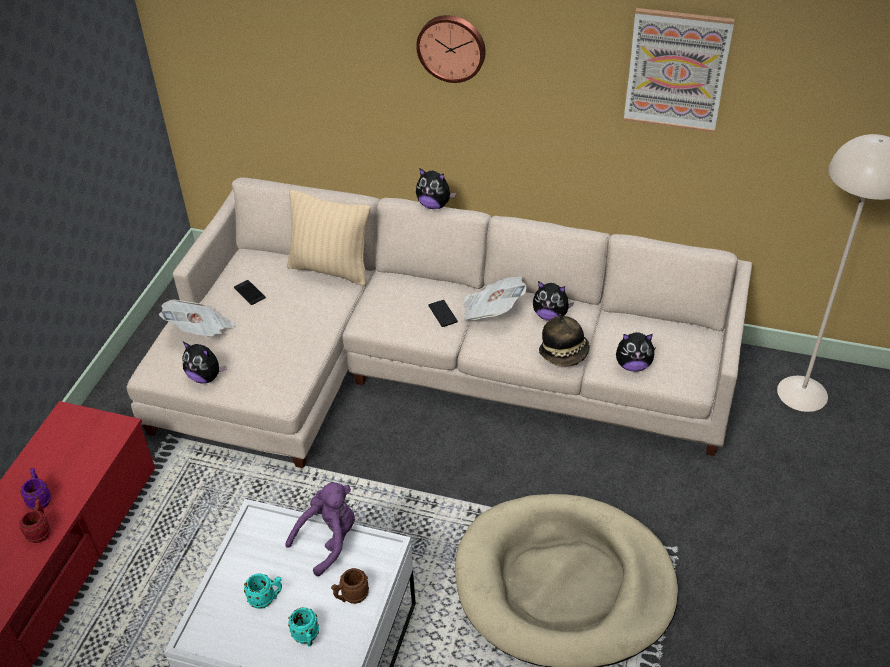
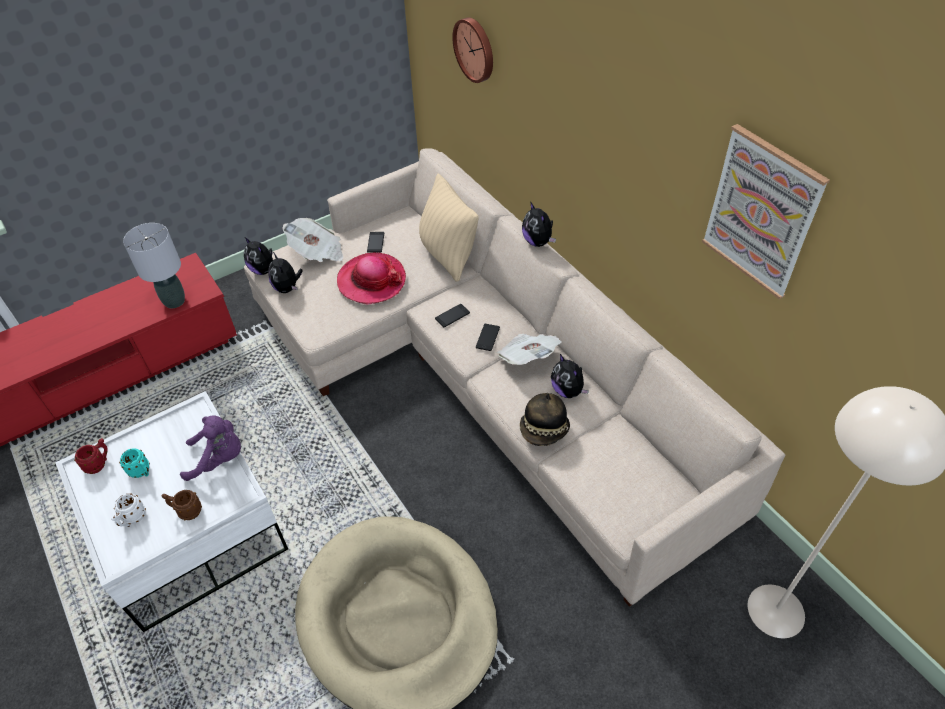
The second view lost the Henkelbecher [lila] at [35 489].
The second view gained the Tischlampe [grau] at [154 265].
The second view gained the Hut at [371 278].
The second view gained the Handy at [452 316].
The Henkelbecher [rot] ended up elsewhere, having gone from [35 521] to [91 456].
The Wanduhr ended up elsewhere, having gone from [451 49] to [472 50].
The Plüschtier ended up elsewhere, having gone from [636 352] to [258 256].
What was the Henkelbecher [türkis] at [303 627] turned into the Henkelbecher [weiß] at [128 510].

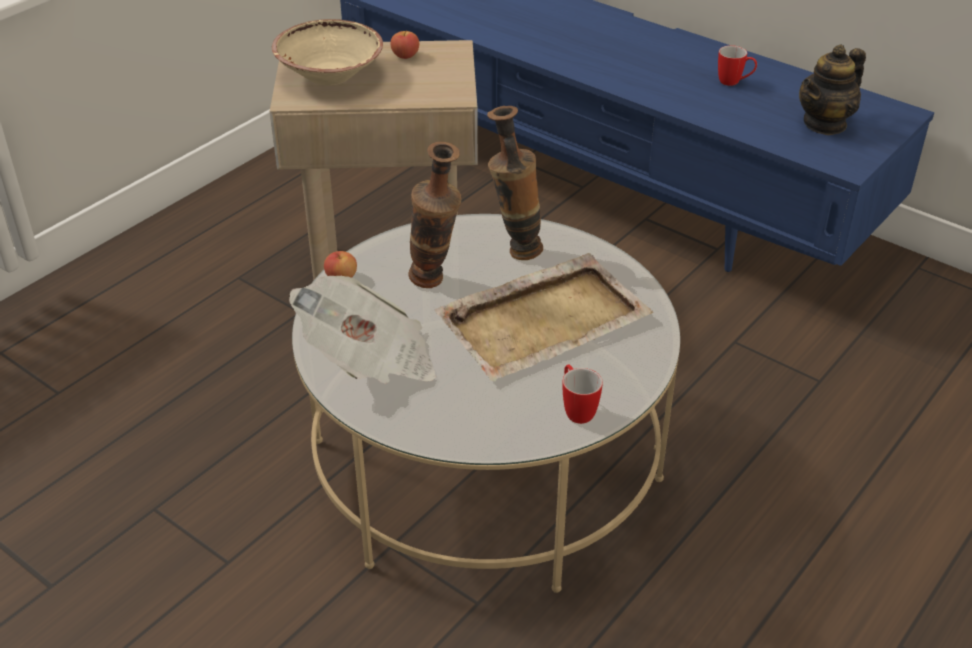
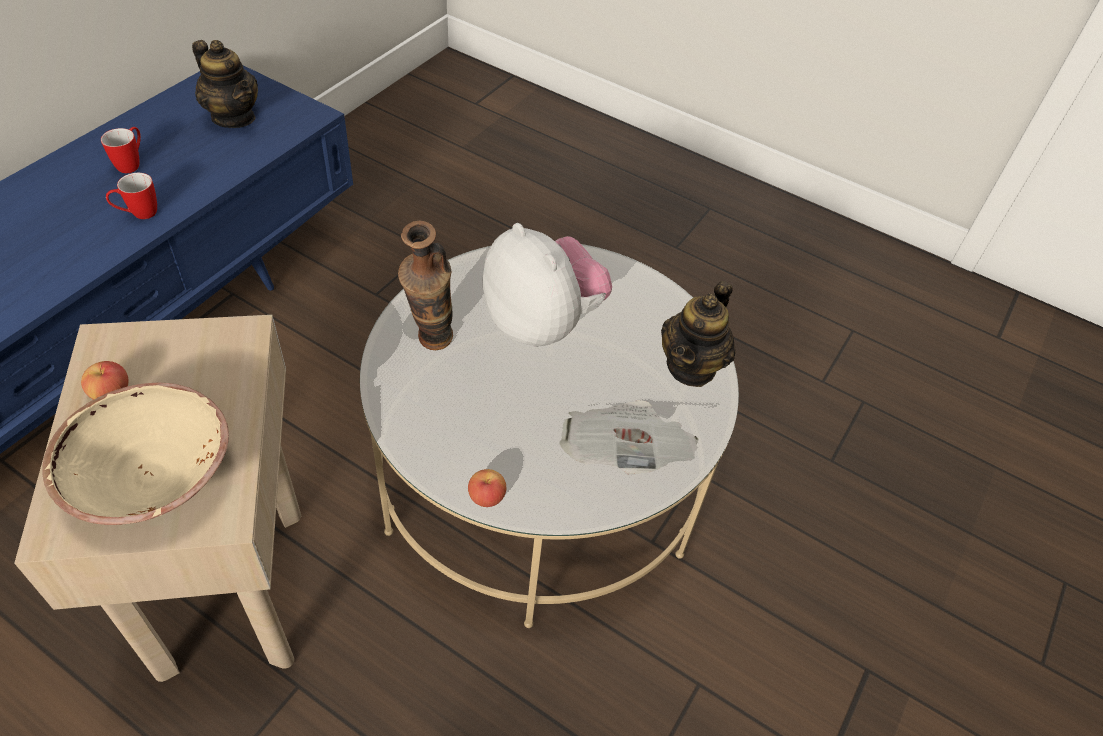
The second view lost the Vase at [435 215].
The second view gained the Teekanne at [698 334].
The Henkelbecher ended up elsewhere, having gone from [582 394] to [131 196].
Where the Tablett [beige] stood at [543 317], the Plüschtier came to stand at [547 284].

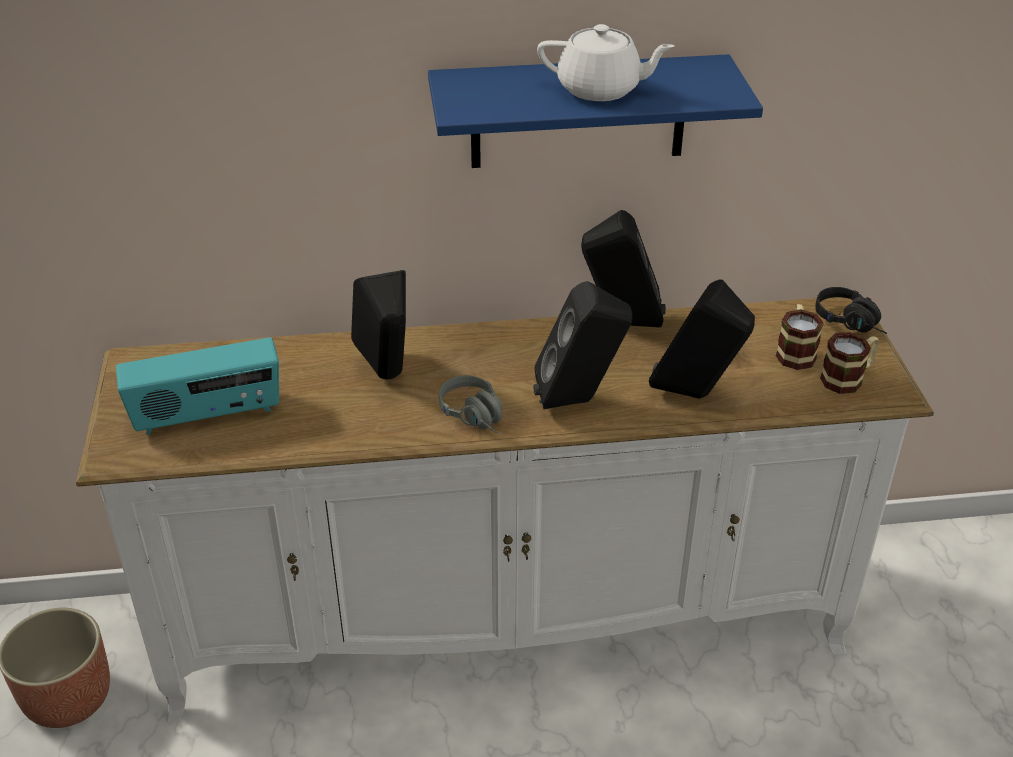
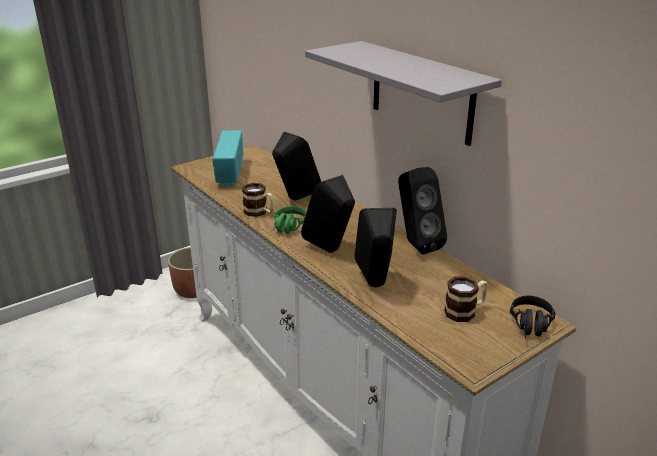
The second view lost the Teekanne [weiß] at [605 62].
The Henkelbecher ended up elsewhere, having gone from [849 363] to [258 200].
What was the Wandregal [blau] at [595 111] turned into the Wandregal [grau] at [403 93].
What was the Kopfhörer [grau] at [470 404] turned into the Kopfhörer [grün] at [288 220].
The Radio at [197 386] ended up facing another way, 45 degrees clockwise from before.

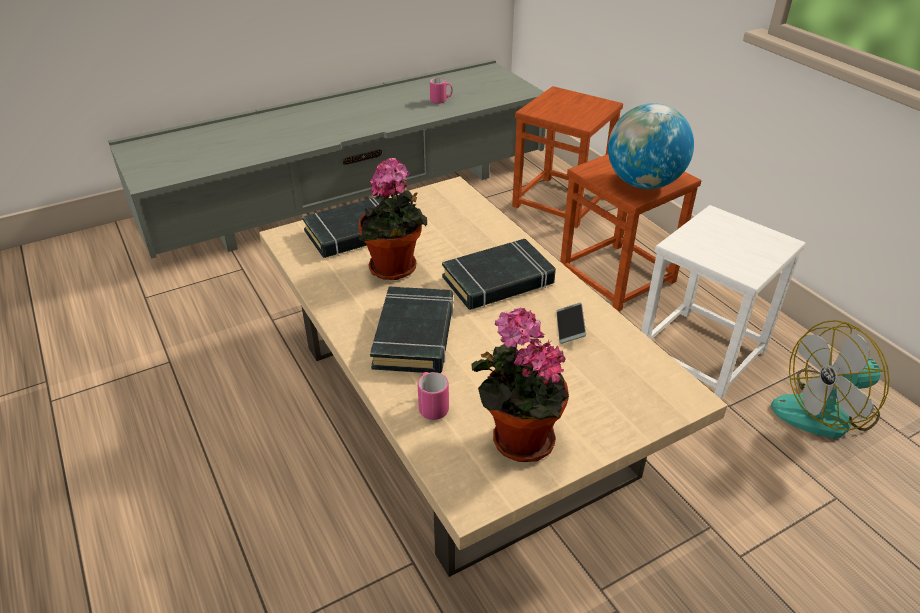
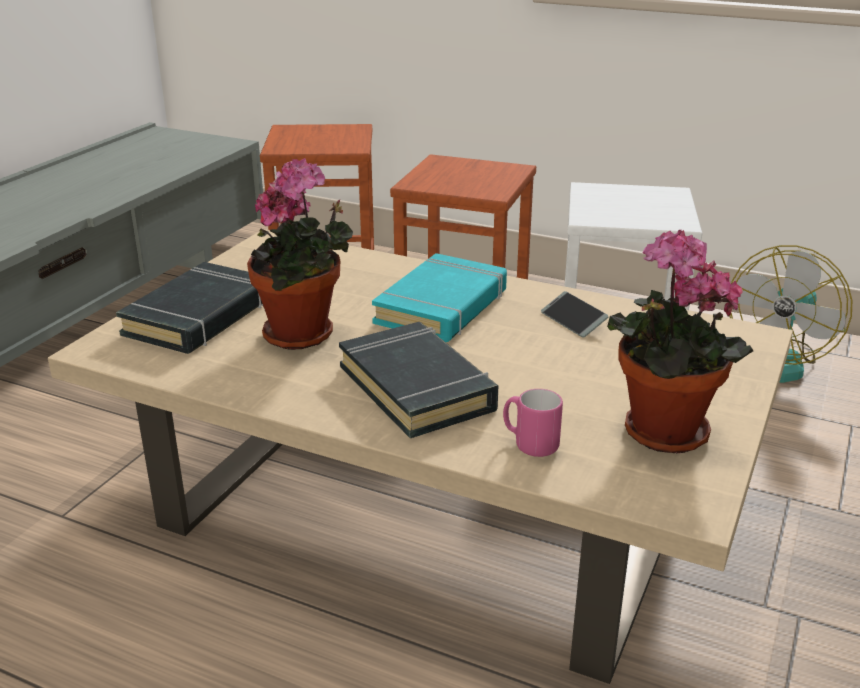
The second view lost the Henkelbecher [rosa] at [441 91].
The second view lost the Globus at [651 146].
What was the Buch [schwarz] at [499 274] turned into the Buch [türkis] at [439 297].

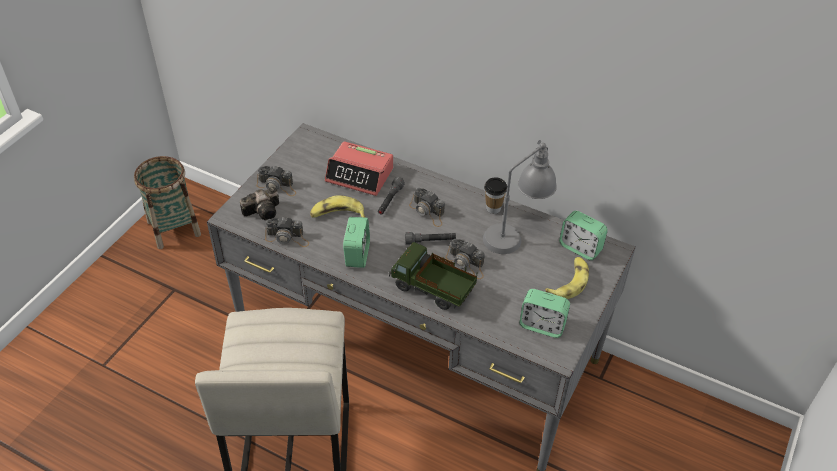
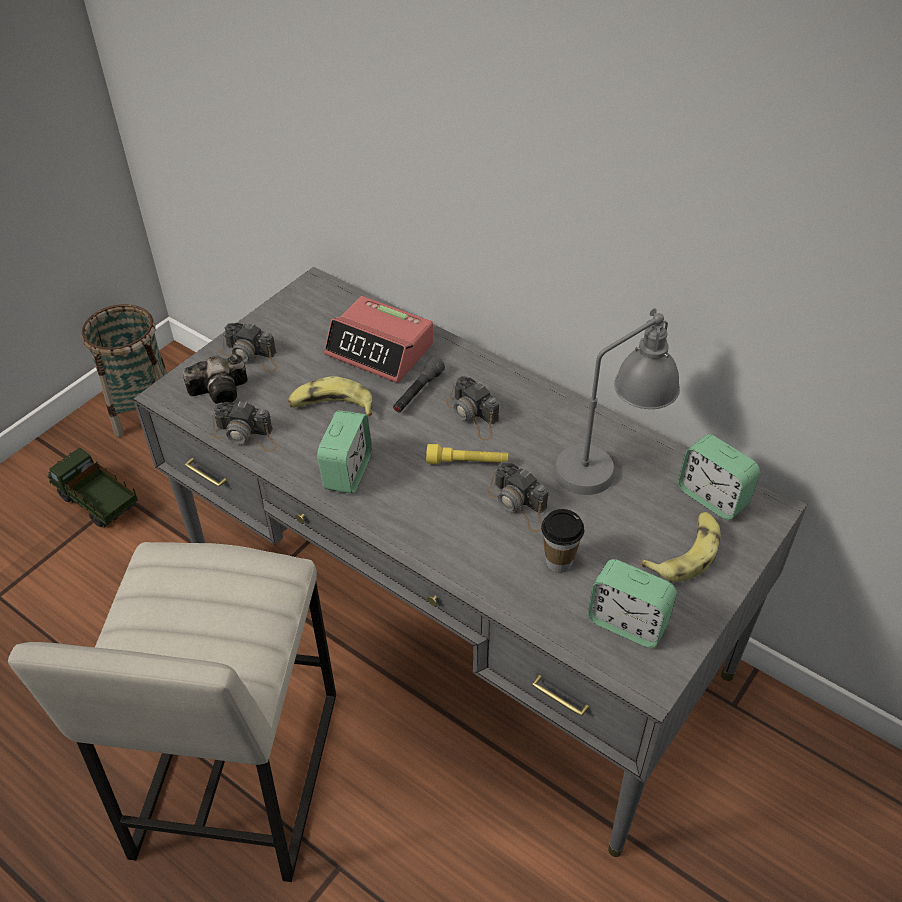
The Spielzeuglaster ended up elsewhere, having gone from [433 276] to [93 487].
The Tasse ended up elsewhere, having gone from [495 195] to [562 541].
What was the Taschenlampe [grau] at [430 238] turned into the Taschenlampe [gelb] at [467 454].

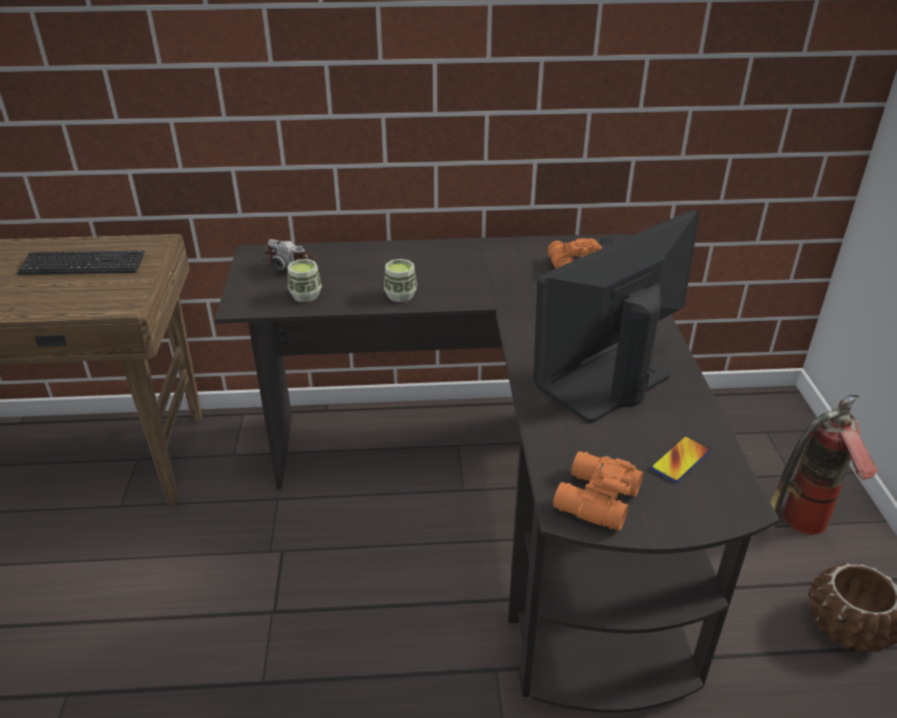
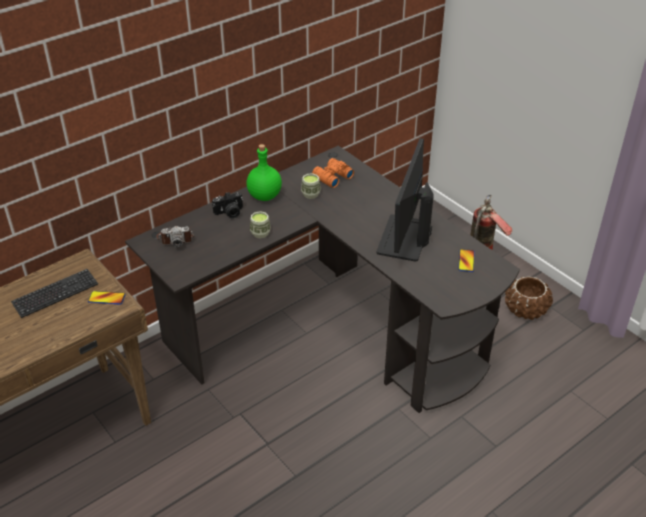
The second view lost the Fernglas [orange] at [598 491].
The second view gained the Handy at [107 298].
The second view gained the Kamera at [227 205].
The second view gained the Flasche [grün] at [264 172].
The Tasse ended up elsewhere, having gone from [304 280] to [311 186].

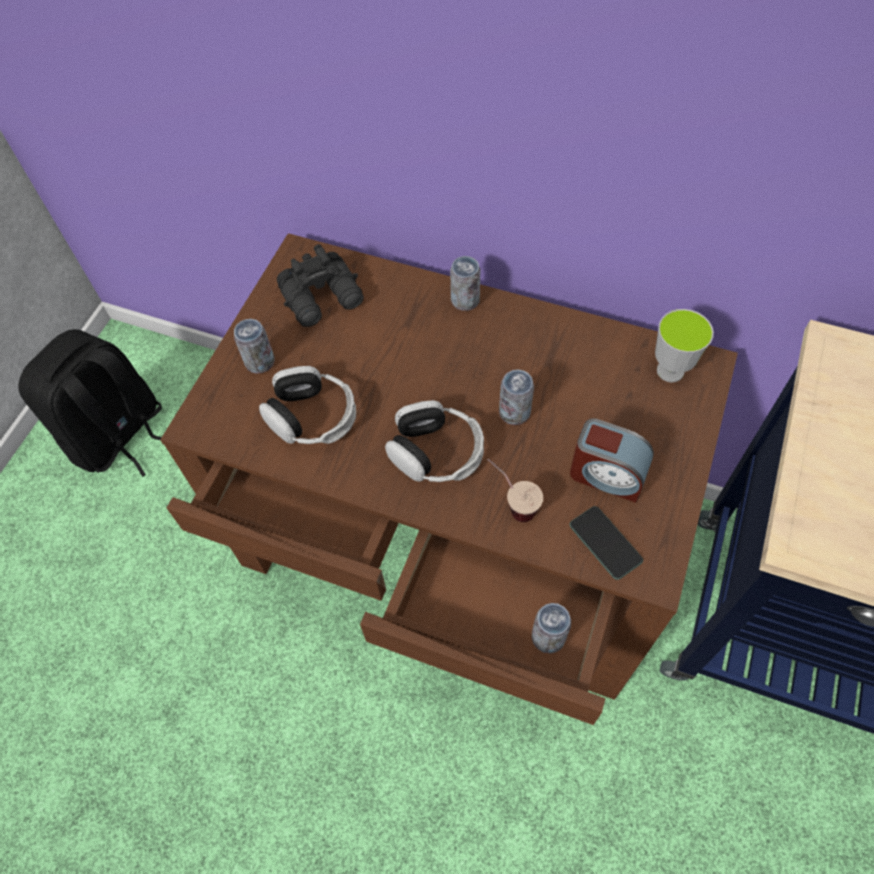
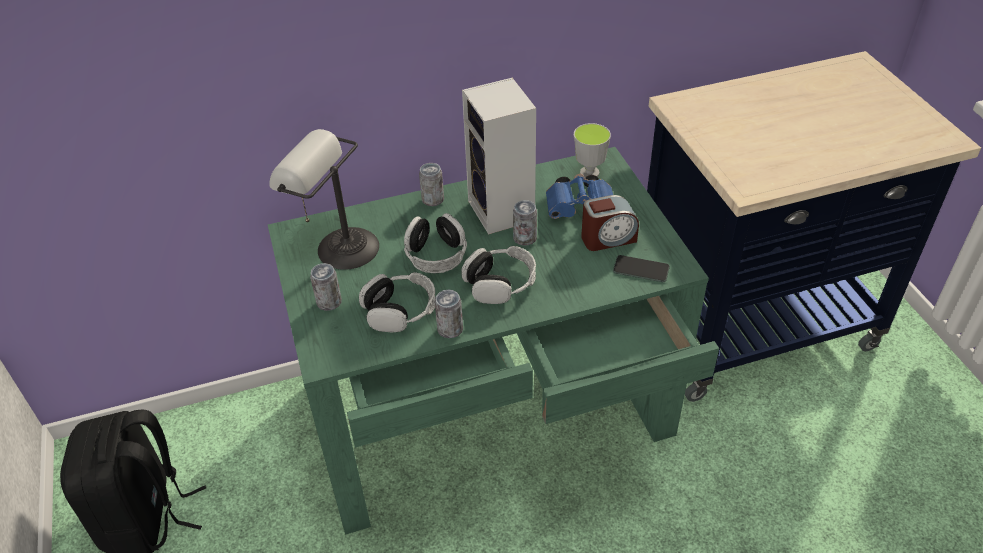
The second view lost the Tasse at [515 490].
The second view gained the Kopfhörer at [435 243].
The second view gained the Lautsprecher at [499 156].
The second view gained the Fernglas [blau] at [579 196].
The Dose ended up elsewhere, having gone from [551 628] to [449 314].
Where the Fernglas [schwarz] stood at [320 285], the Tischlampe came to stand at [324 199].
What was the Schreibtisch [braun] at [449 479] turned into the Schreibtisch [grün] at [493 341].

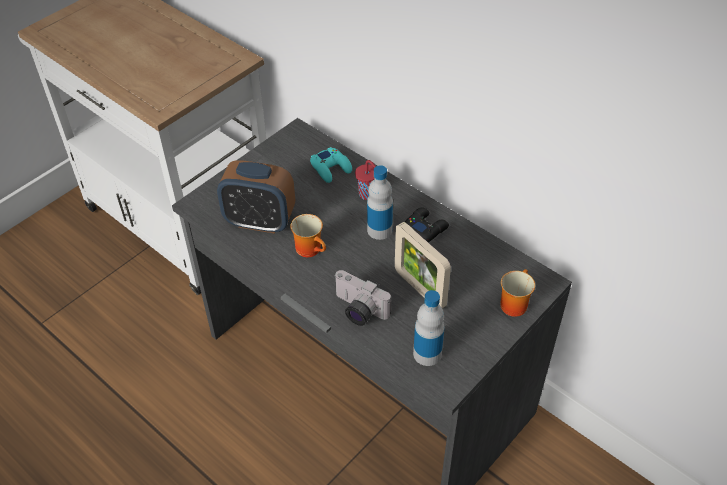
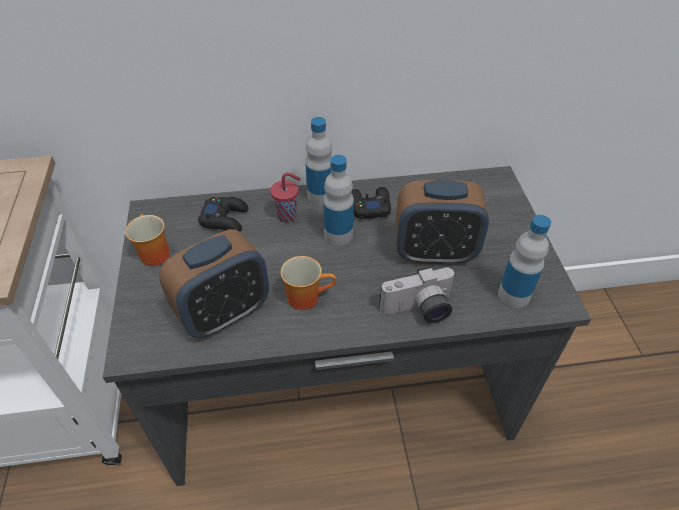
The second view gained the Flasche at [318 161].
The Henkelbecher ended up elsewhere, having gone from [517 293] to [147 240].
Where the Bilderrahmen stood at [423 265], the Wecker came to stand at [442 222].
What was the Gamepad [türkis] at [331 165] turned into the Gamepad [schwarz] at [223 214].

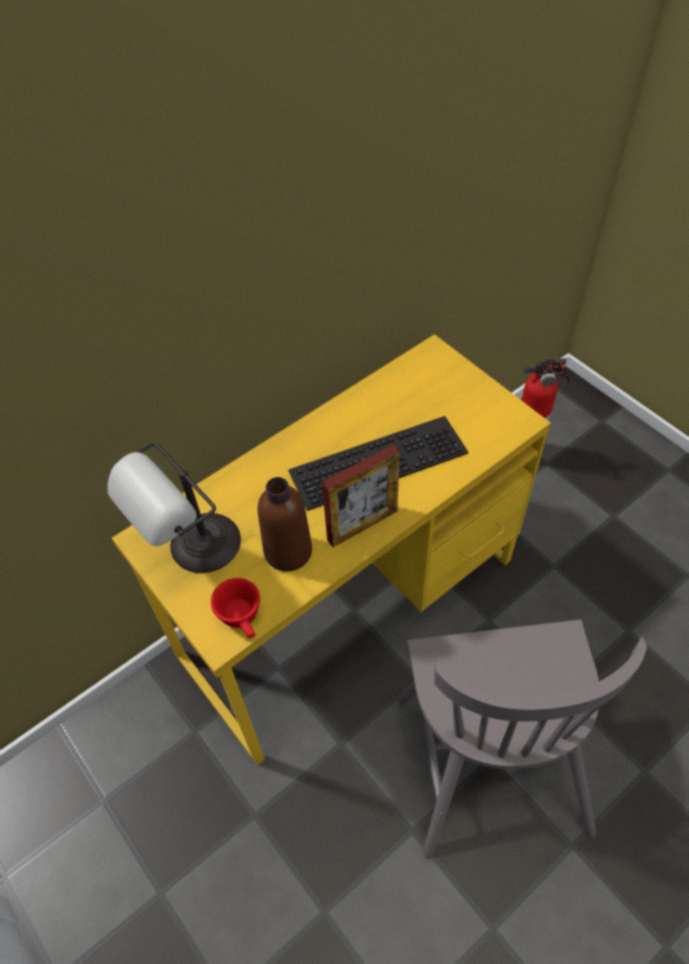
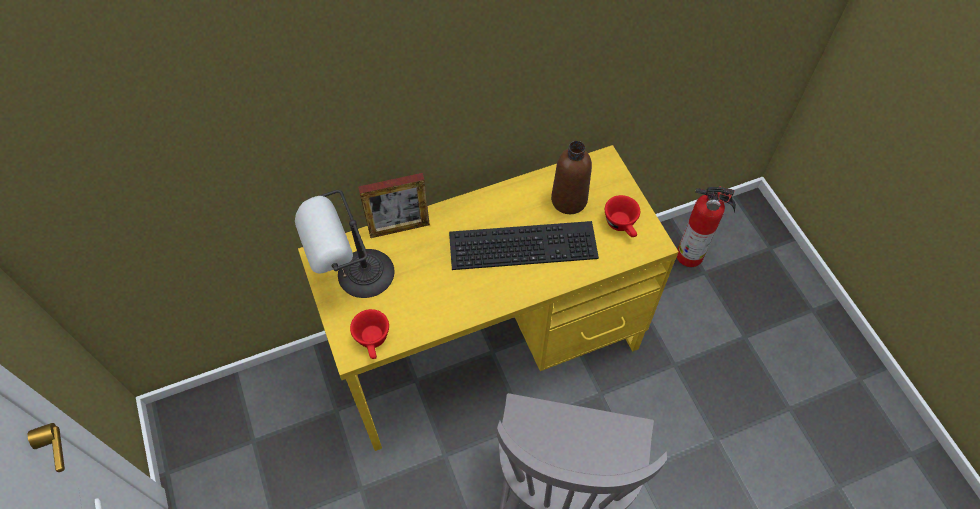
The second view gained the Tasse [rot] at [622 216].
The Flasche [braun] ended up elsewhere, having gone from [285 524] to [571 177].
The Bilderrahmen ended up elsewhere, having gone from [361 496] to [394 205].

